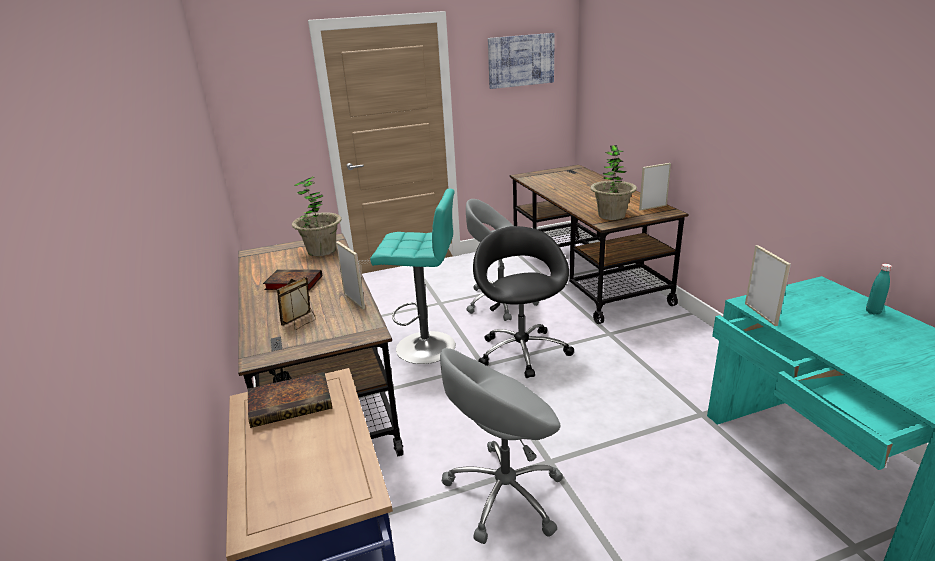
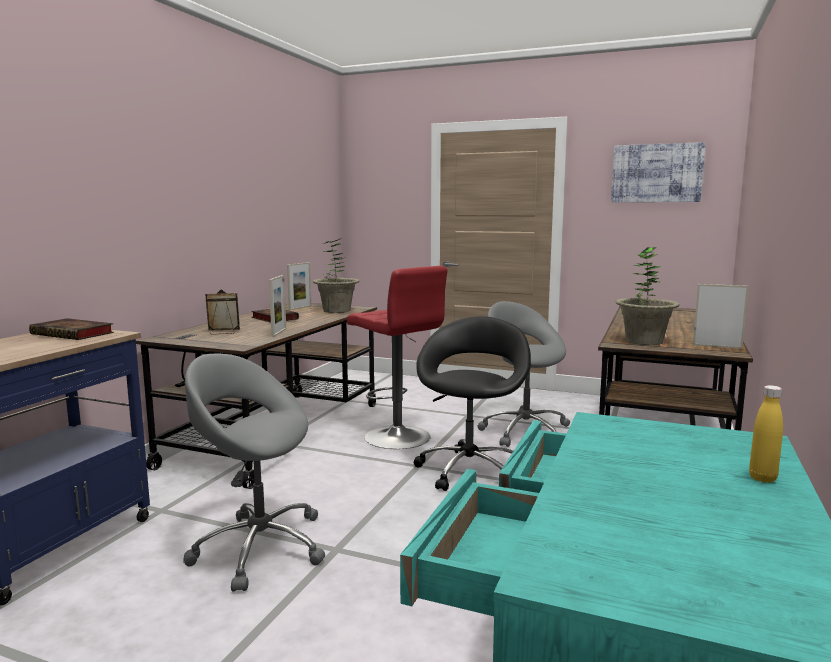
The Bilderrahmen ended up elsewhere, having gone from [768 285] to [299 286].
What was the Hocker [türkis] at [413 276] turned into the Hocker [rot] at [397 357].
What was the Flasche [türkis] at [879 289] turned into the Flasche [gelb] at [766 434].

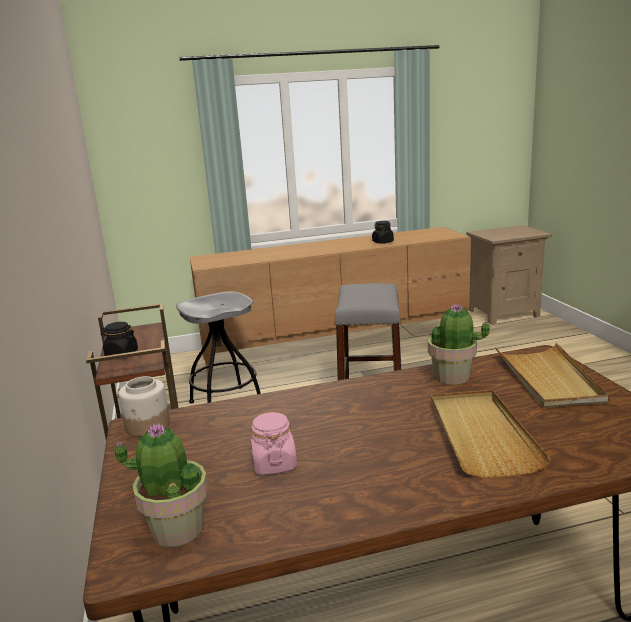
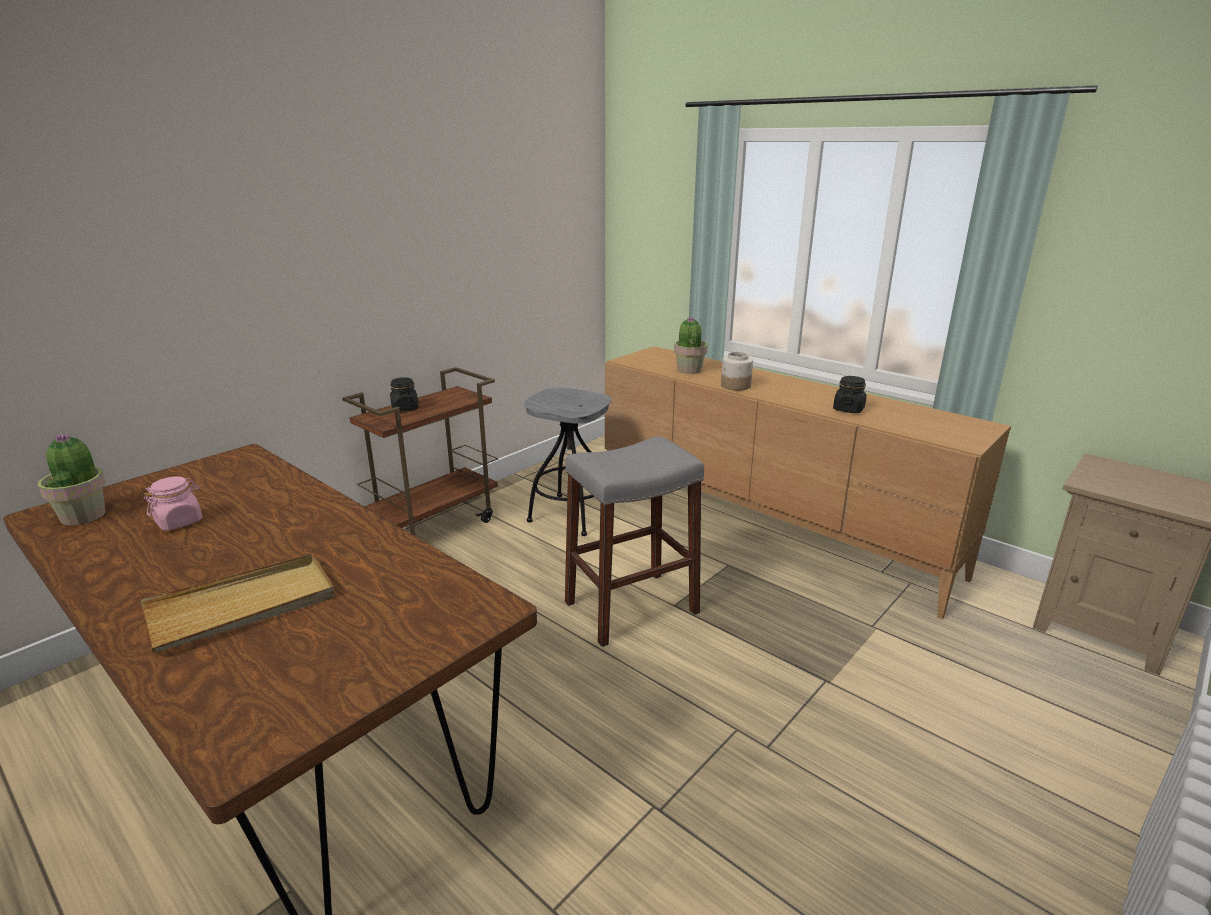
The second view lost the Tablett [beige] at [551 375].
The Vorratsglas ended up elsewhere, having gone from [144 406] to [737 371].
The Topfpflanze ended up elsewhere, having gone from [459 344] to [691 345].

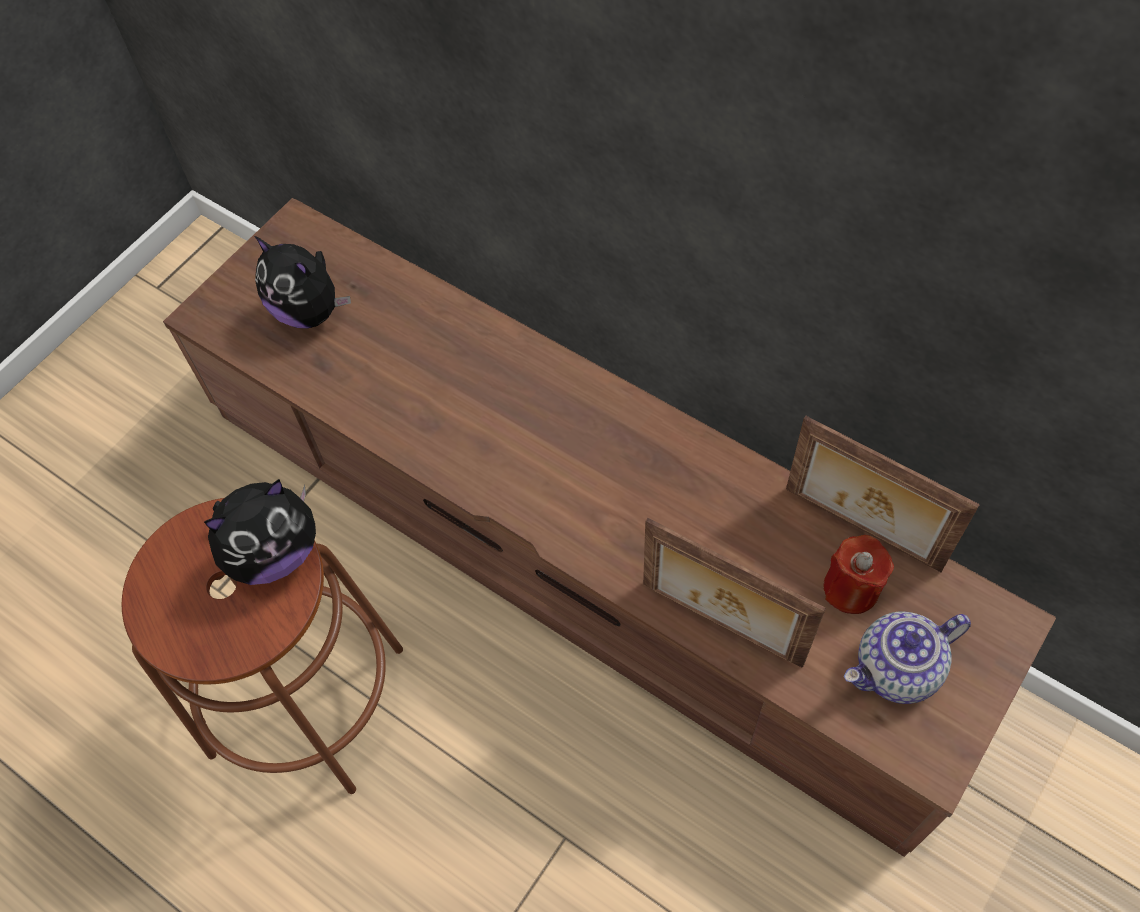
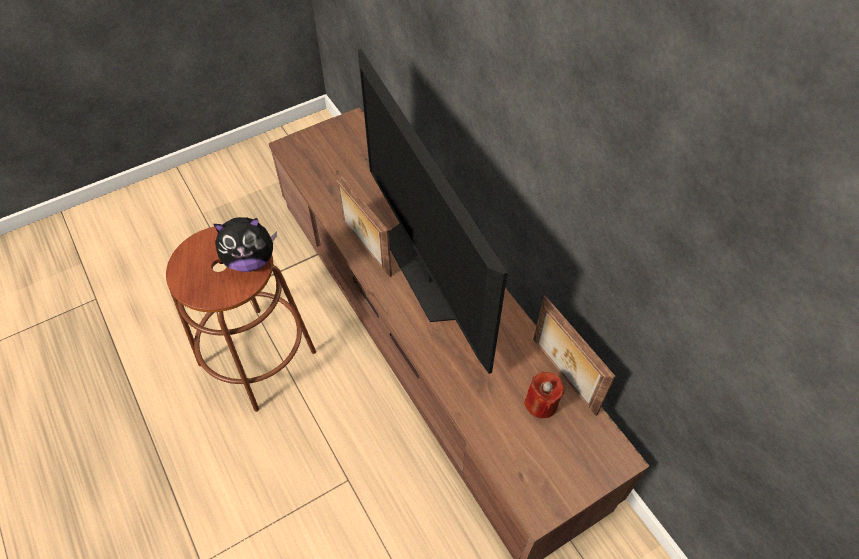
The second view lost the Plüschtier at [303 282].
The second view lost the Teekanne at [907 657].
The second view gained the Fernseher at [433 211].
The Bilderrahmen ended up elsewhere, having gone from [734 593] to [364 224].

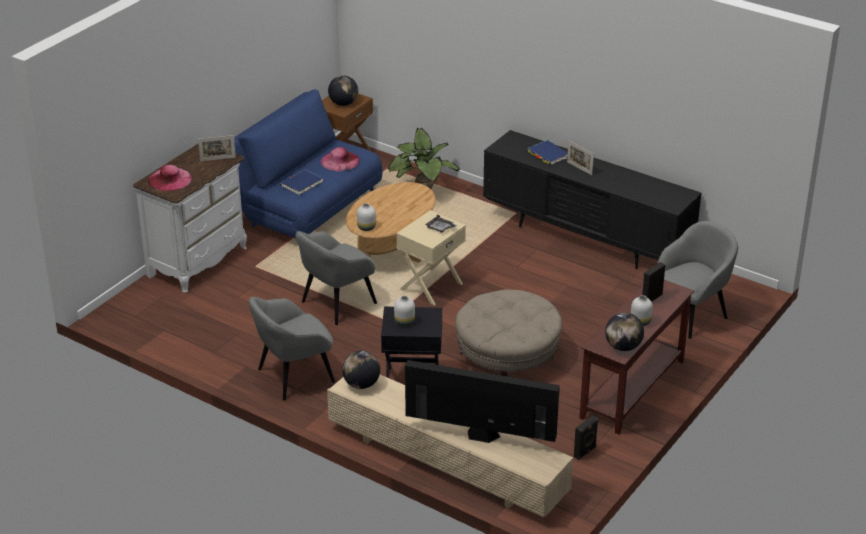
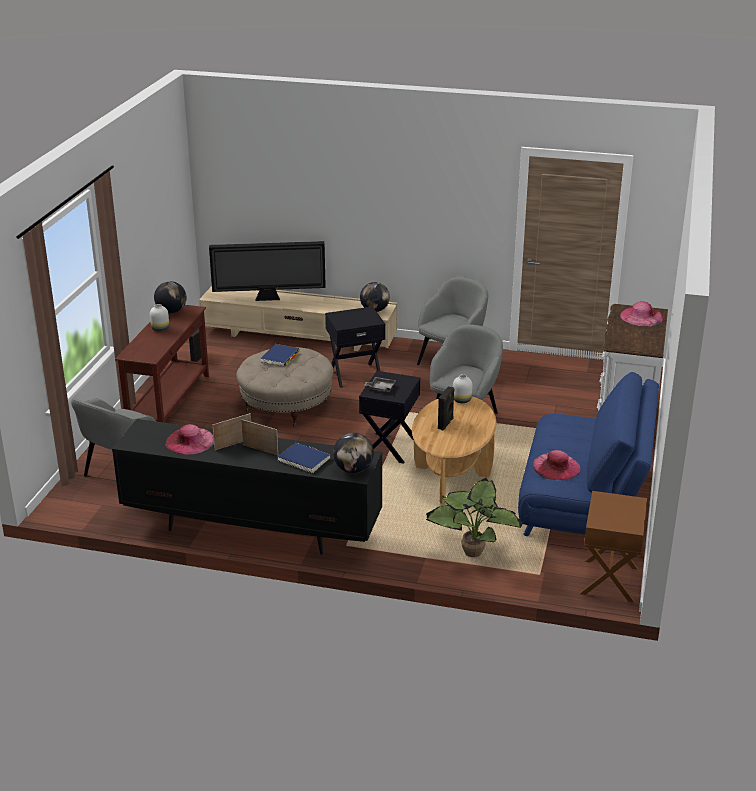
The second view lost the Vase [weiß] at [404 311].
The second view gained the Hut [rosa] at [189 439].
The Bilderrahmen ended up elsewhere, having gone from [217 148] to [232 431].
The Buch [blau] ended up elsewhere, having gone from [301 182] to [280 355].
The Globus ended up elsewhere, having gone from [343 90] to [353 453].
The Lautsprecher [schwarz] ended up elsewhere, having gone from [653 282] to [446 408].
What was the Beistelltisch [beige] at [431 257] turned into the Beistelltisch [schwarz] at [389 417].

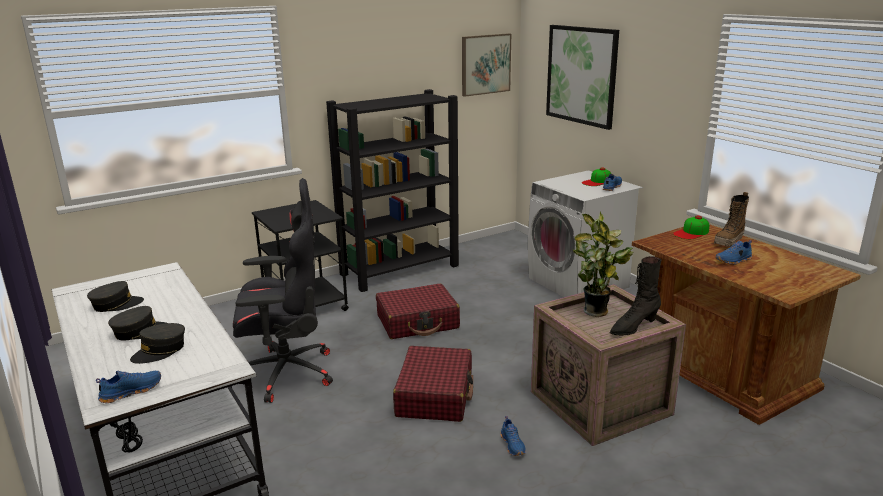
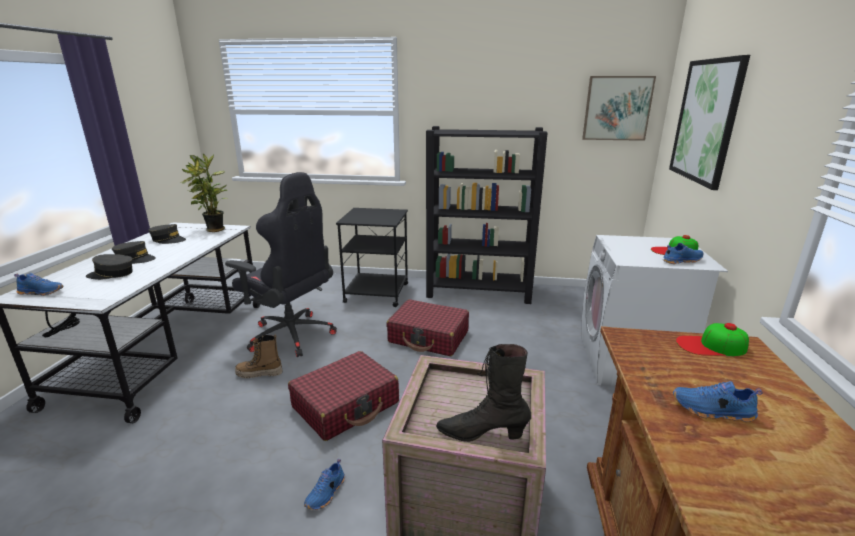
The Topfpflanze ended up elsewhere, having gone from [602 264] to [204 192].
The Stiefel ended up elsewhere, having gone from [731 219] to [259 356].

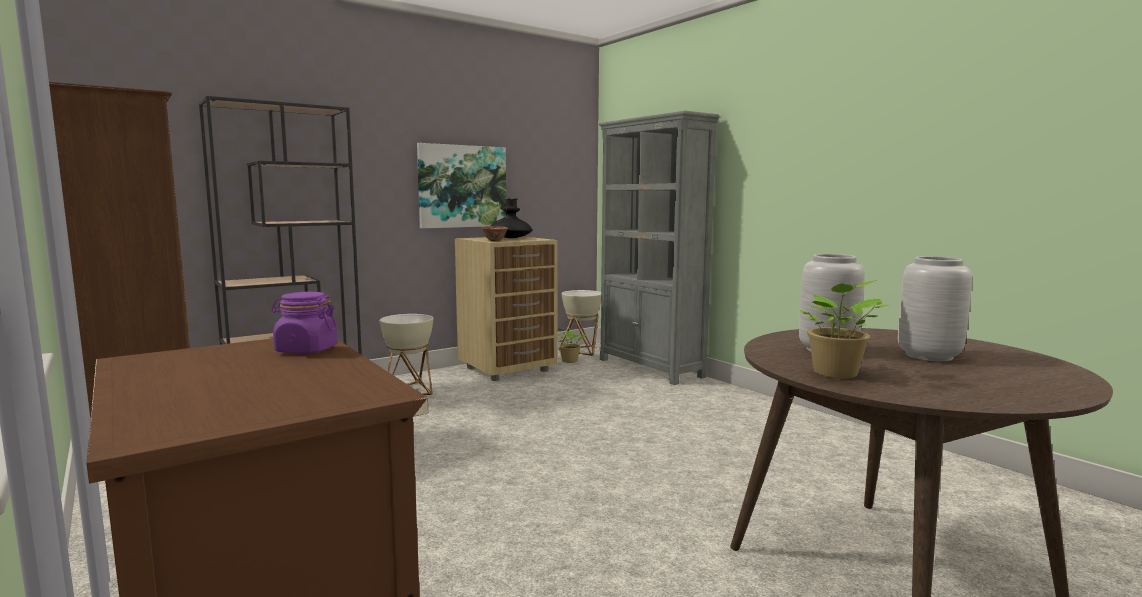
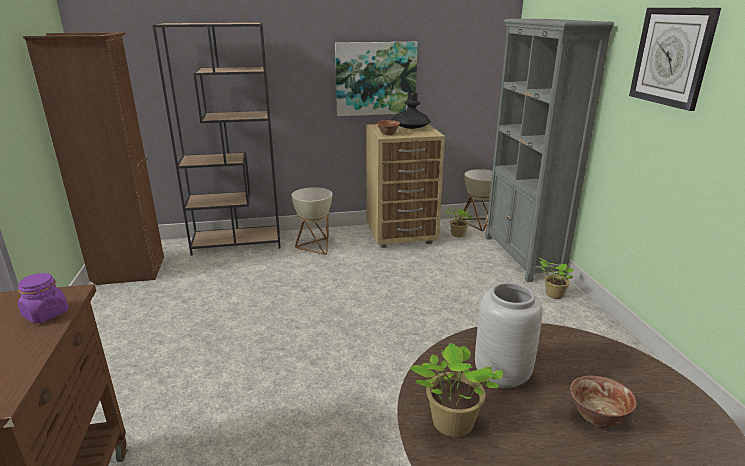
The second view gained the Topfpflanze at [556 278].
The second view gained the Wanduhr at [675 59].
Where the Vase [grau] stood at [935 309], the Schüssel came to stand at [603 402].

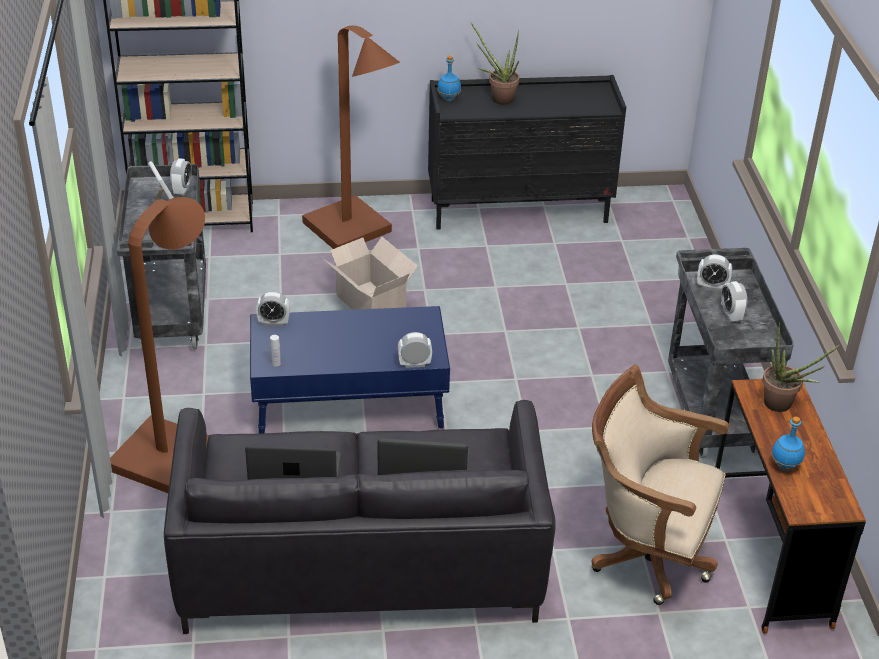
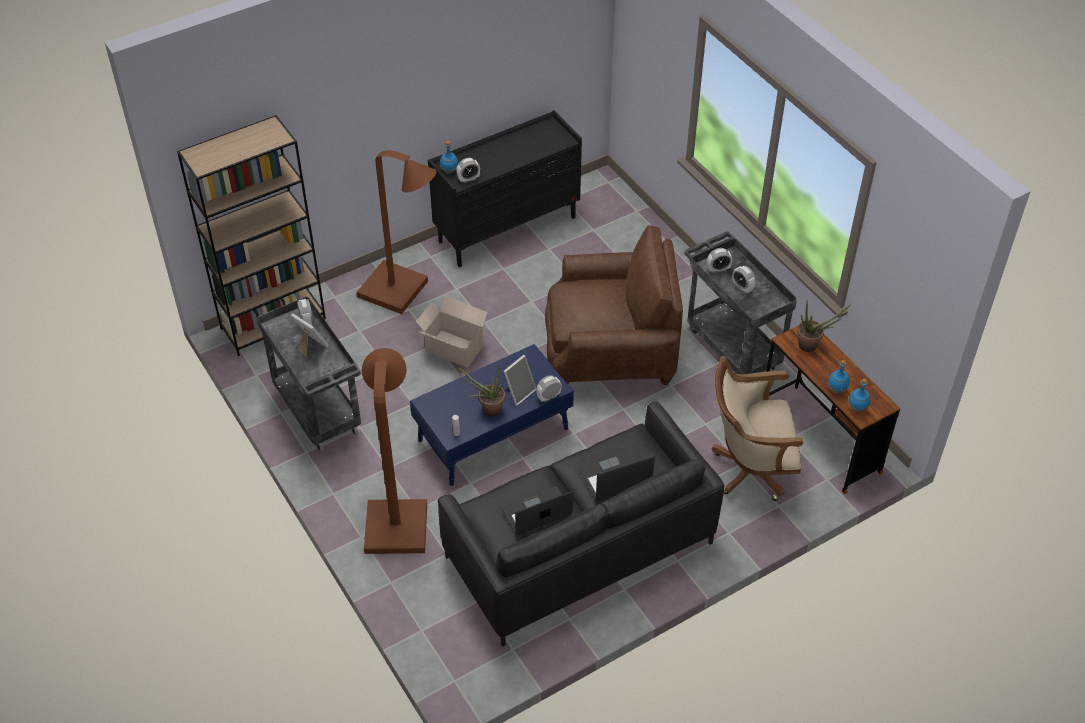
The second view gained the Bilderrahmen at [520 380].
The second view gained the Sessel [braun] at [614 305].
The second view gained the Flasche [blau] at [859 395].
The Wecker ended up elsewhere, having gone from [273 308] to [468 170].
The Topfpflanze ended up elsewhere, having gone from [495 64] to [481 389].

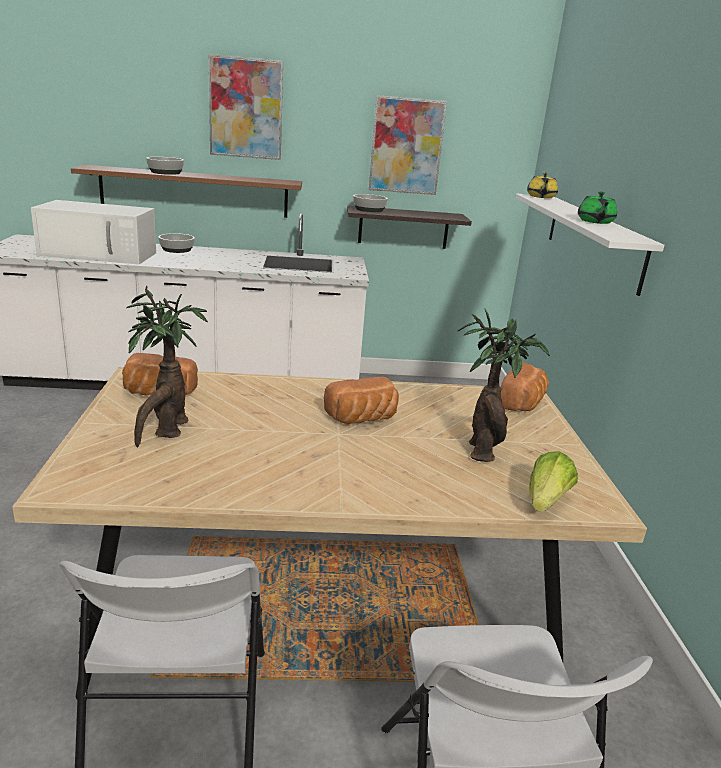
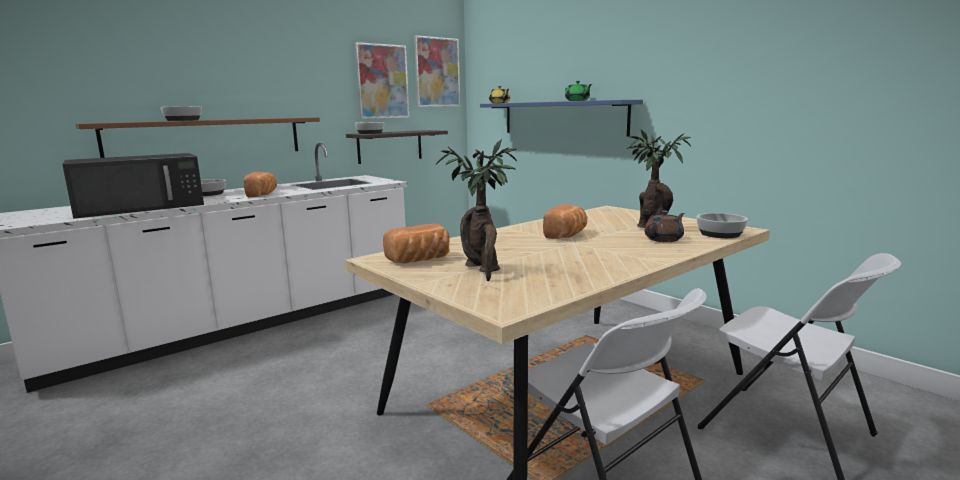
The second view gained the Teekanne [braun] at [664 226].
The Bild ended up elsewhere, having gone from [246 107] to [437 71].
The Brot ended up elsewhere, having gone from [525 386] to [260 184].
Where the Salatkopf stood at [553 481], the Schüssel came to stand at [722 225].
What was the Mikrowelle [weiß] at [93 232] turned into the Mikrowelle [schwarz] at [133 186].
What was the Wandregal [weiß] at [590 244] turned into the Wandregal [blau] at [561 118].

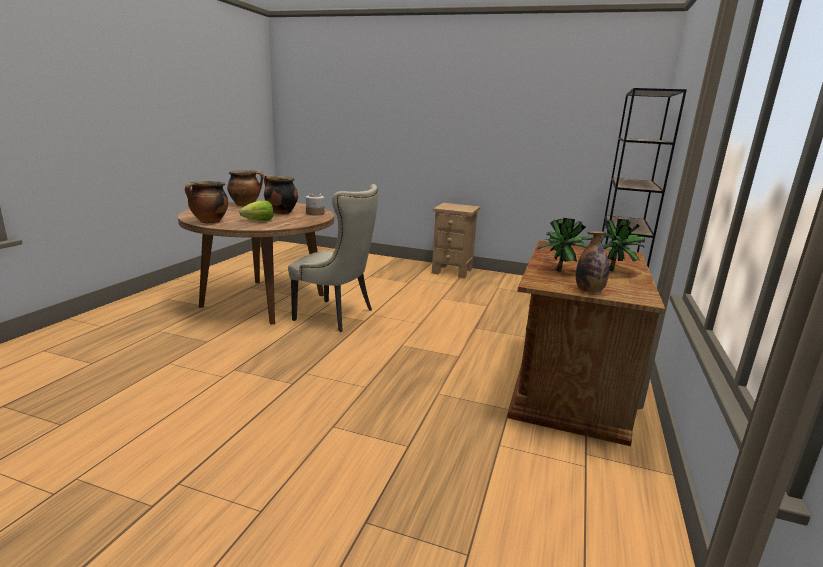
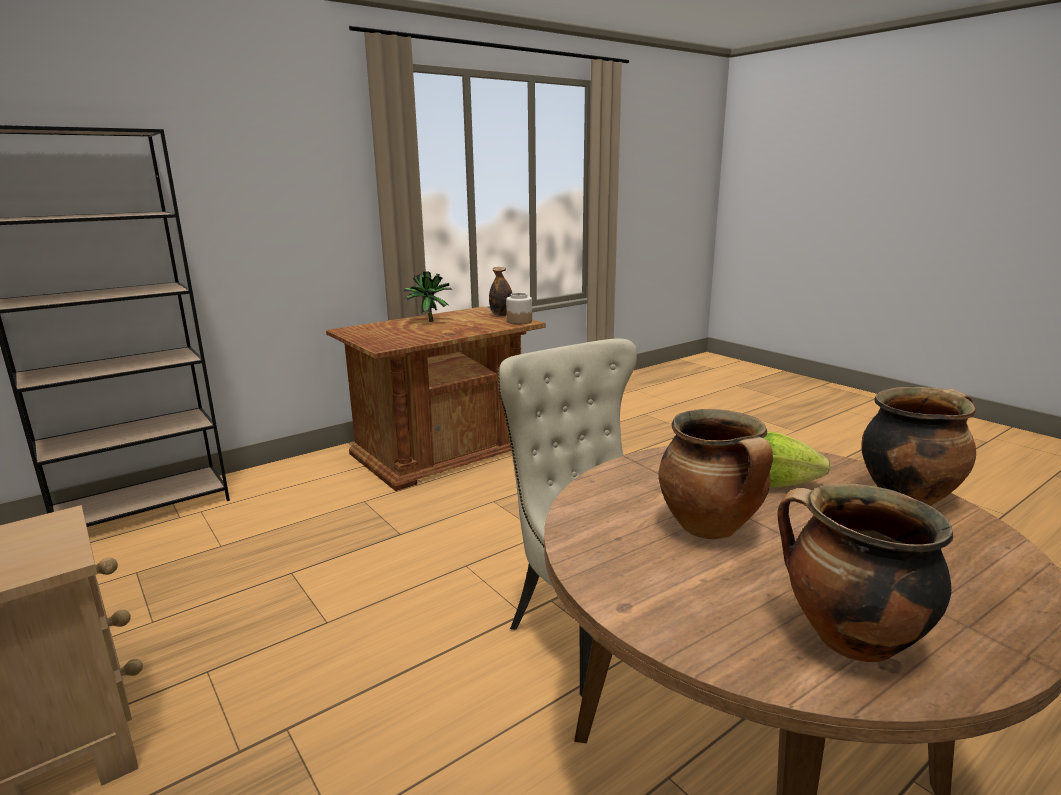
The second view lost the Topfpflanze at [564 245].
The Vorratsglas ended up elsewhere, having gone from [315 204] to [519 309].

